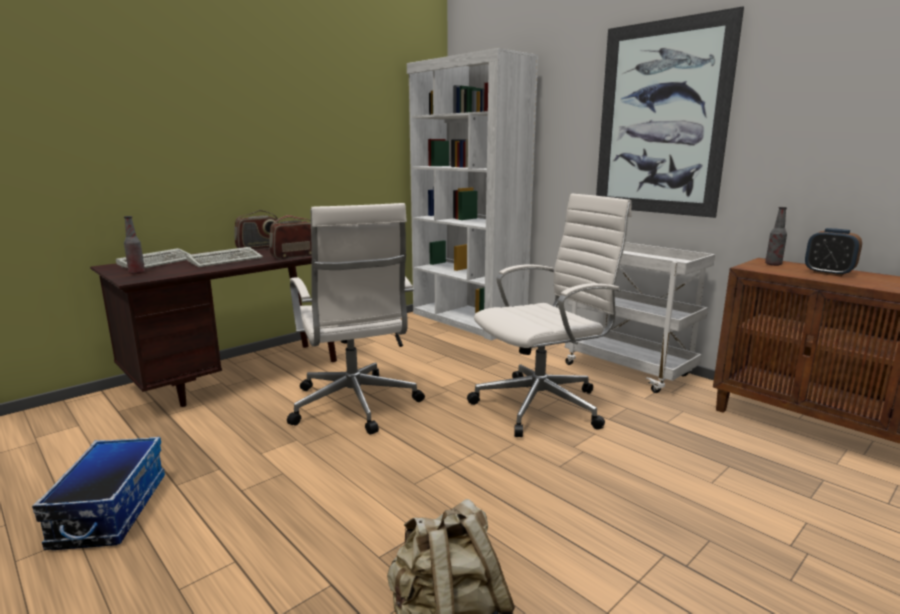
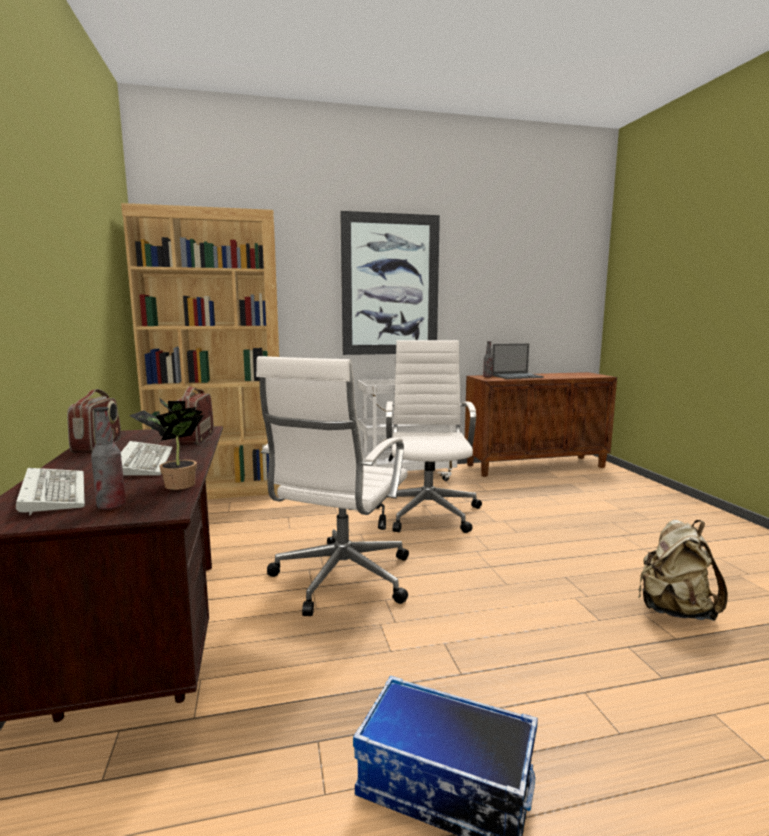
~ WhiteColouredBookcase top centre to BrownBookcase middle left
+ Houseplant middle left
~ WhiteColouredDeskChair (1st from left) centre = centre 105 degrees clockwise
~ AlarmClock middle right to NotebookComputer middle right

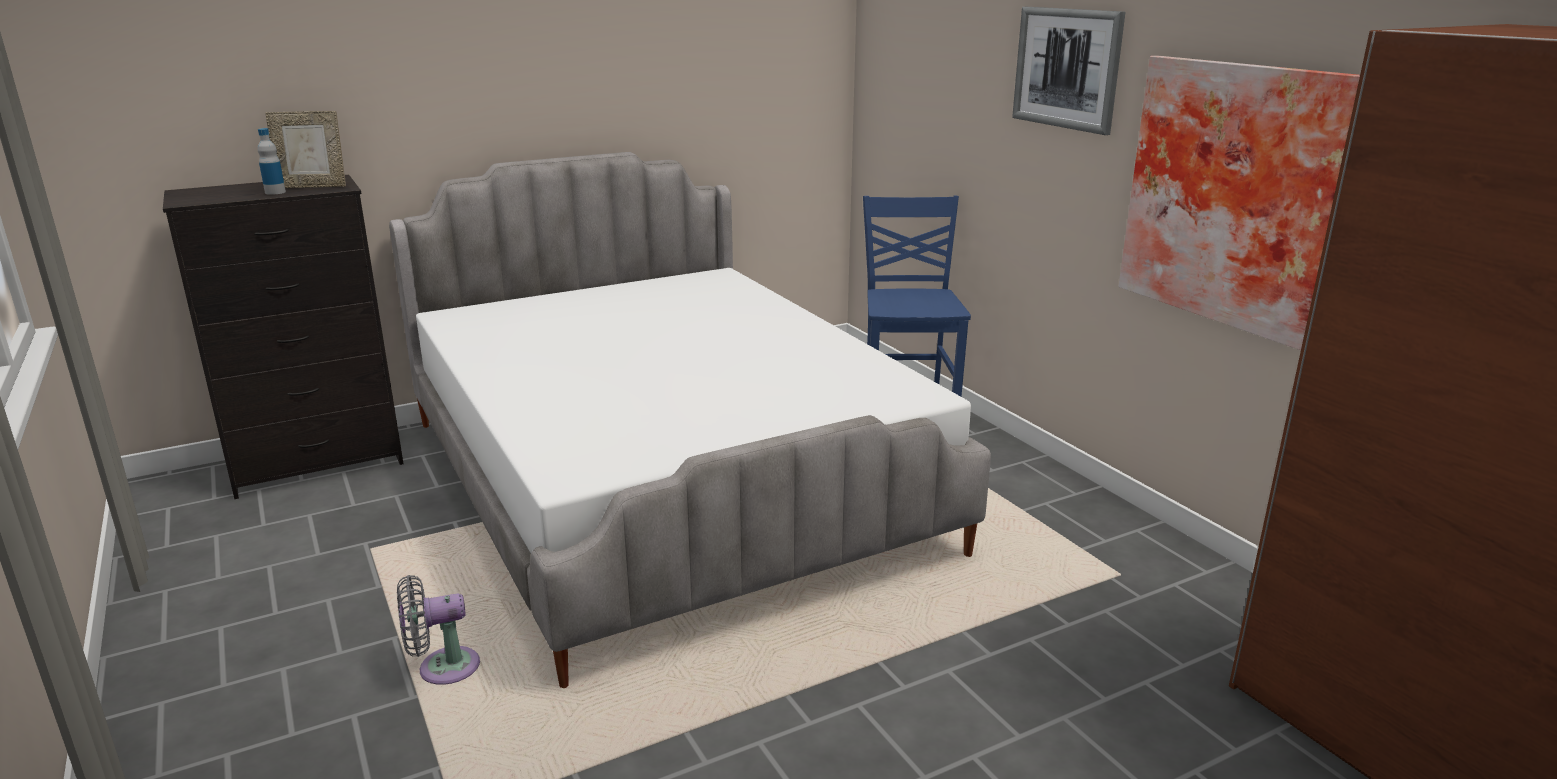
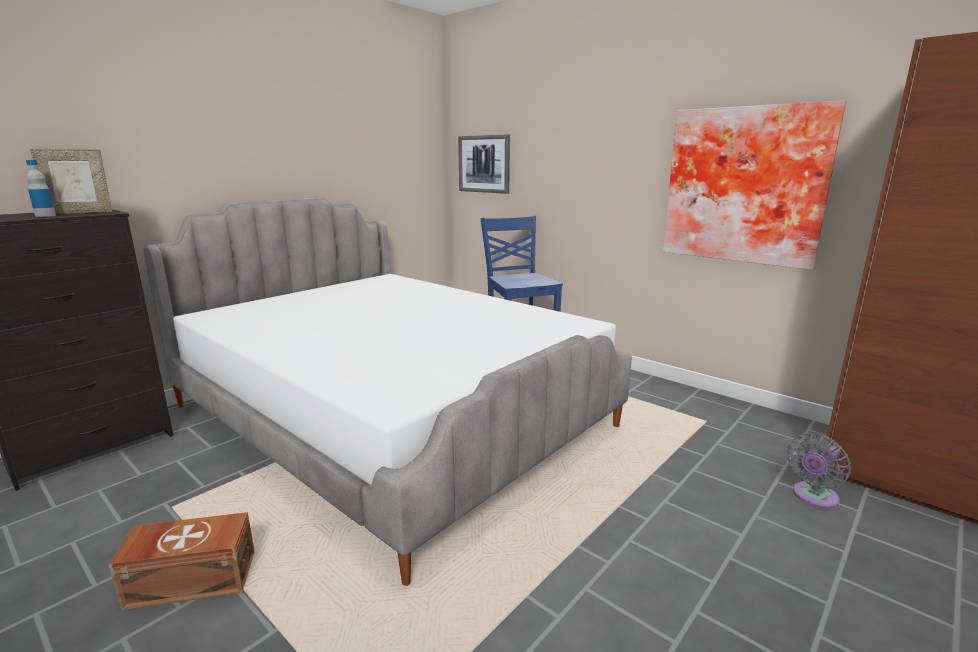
+ BrownStorageContainer bottom left
~ WallPicture (1st from left) top right to top centre
~ GreyishFan bottom left to bottom right

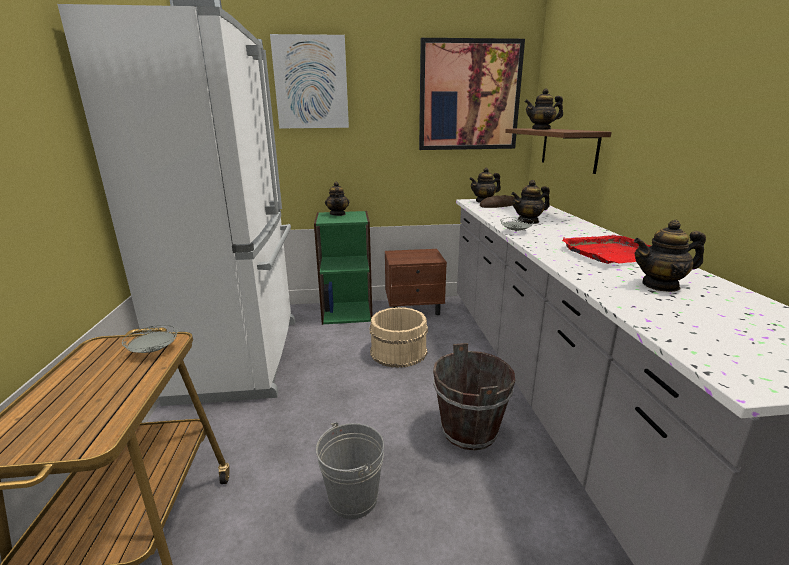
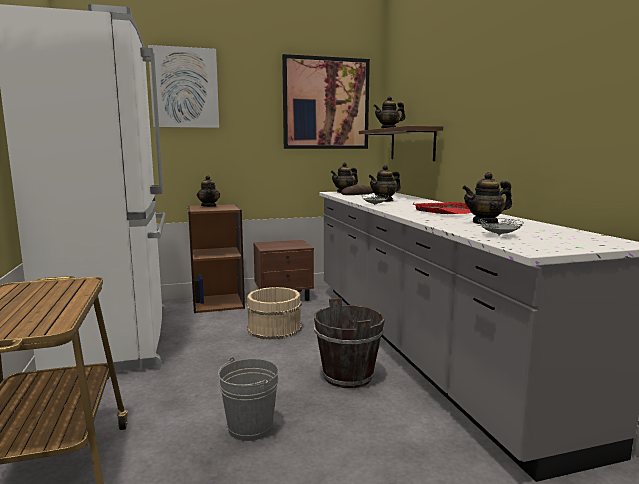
~ GreenColouredBookcase centre to BrownBookcase centre
~ GreyishFlatDish (1st from left in the first image) middle left to GreyishFlatDish (2nd from left) middle right

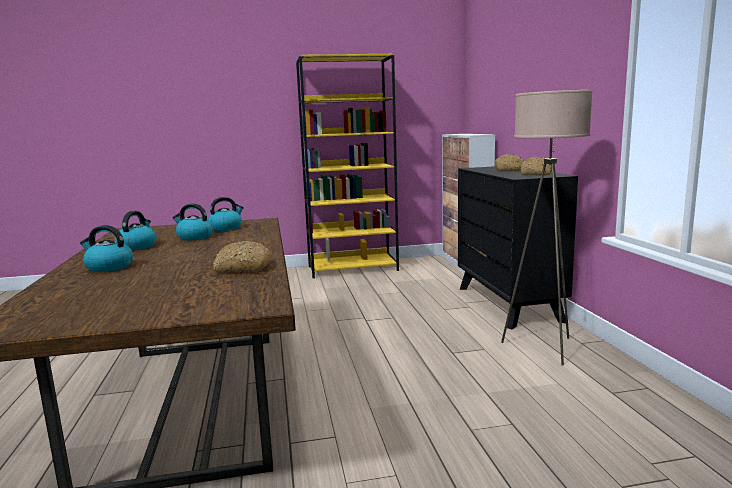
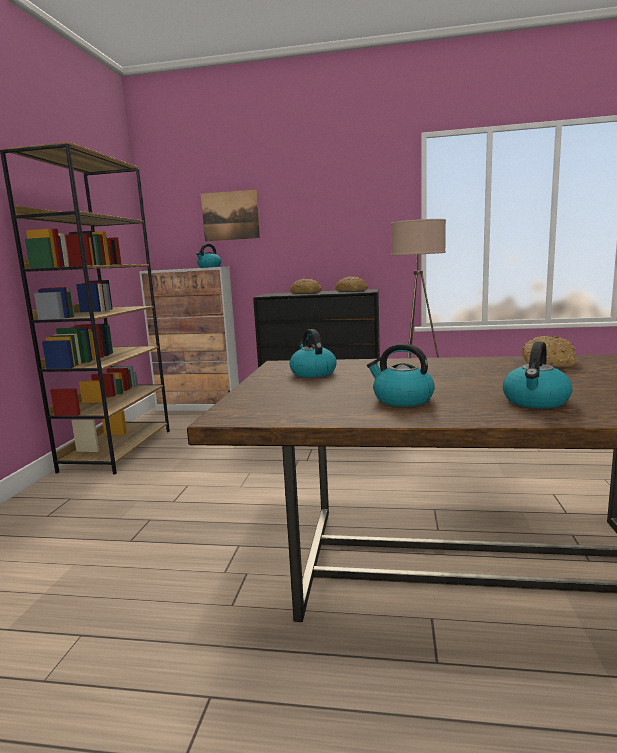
~ YellowBookcase centre to BrownBookcase middle left
~ TeaKettle (3rd from left in the first image) middle left to TeaKettle (1st from left) centre
+ WallPicture top centre

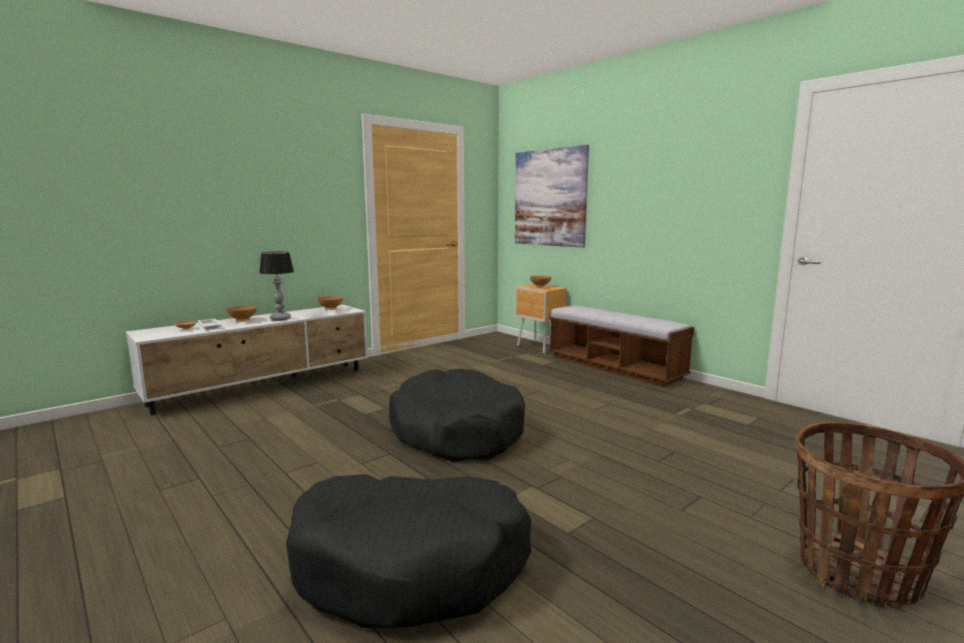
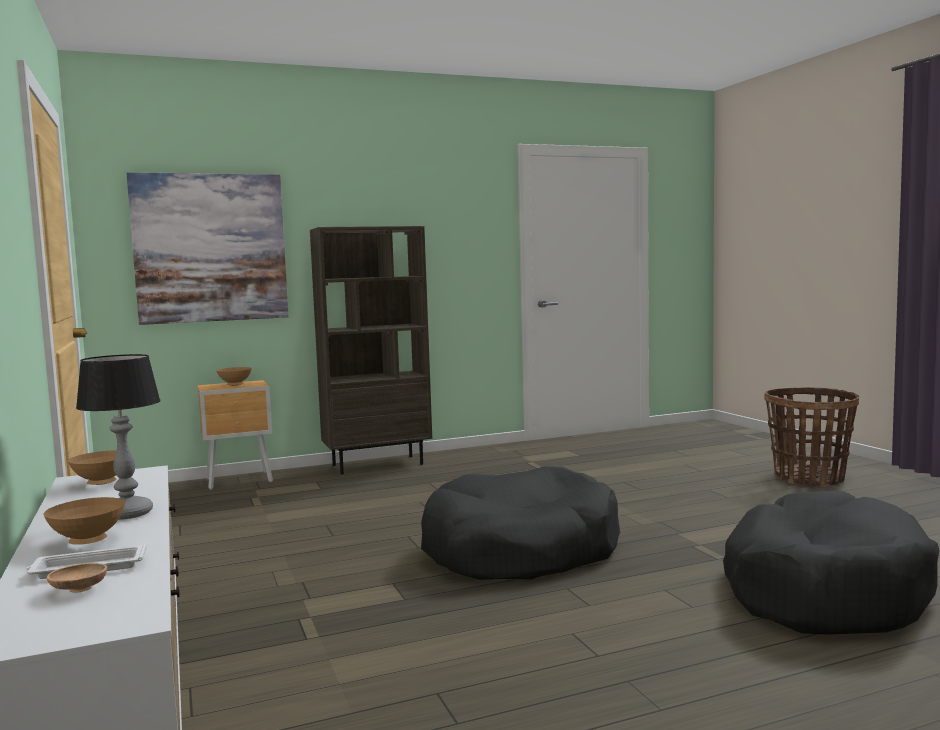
~ Bench centre to BrownBookcase centre

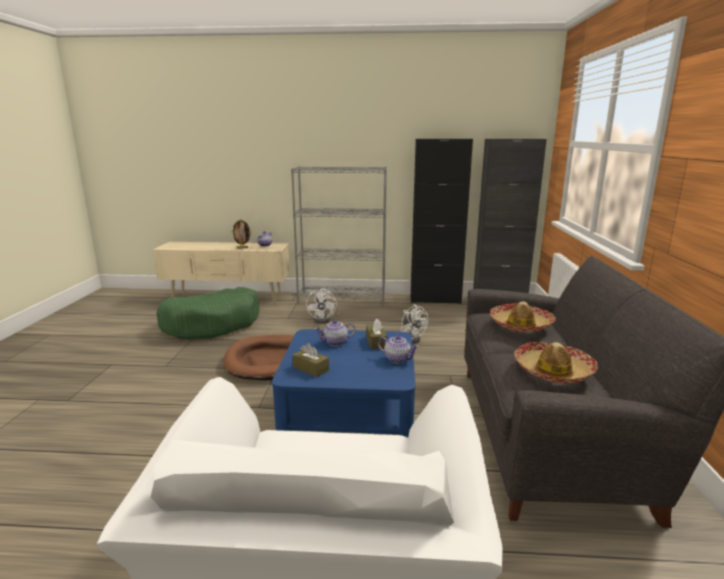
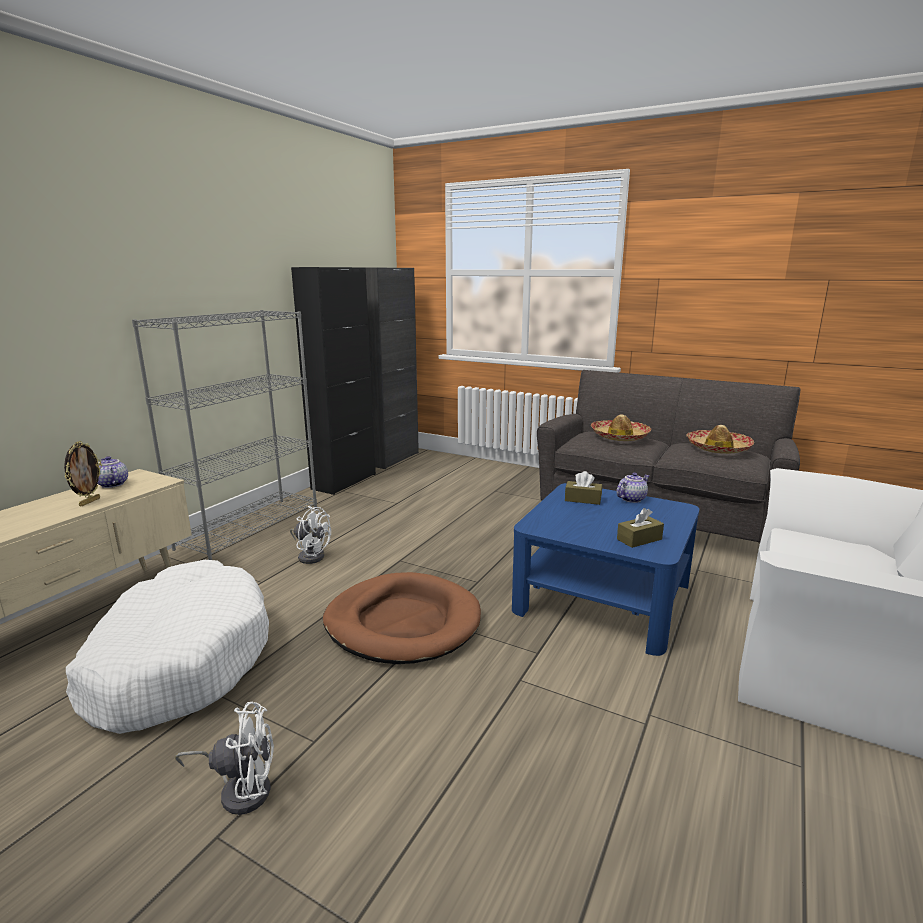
~ GreenColouredDogCushion middle left to WhiteColouredDogCushion bottom left
~ WhiteColouredFan (2nd from left in the first image) centre to WhiteColouredFan (1st from left) bottom left
- Teapot (2nd from left) centre

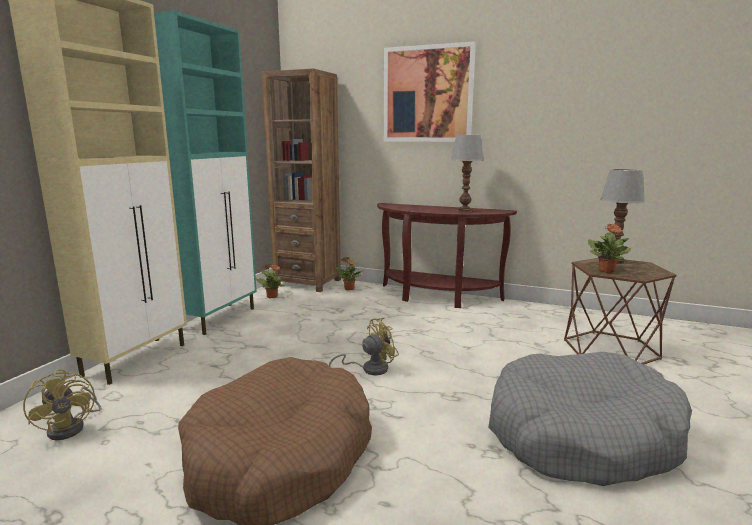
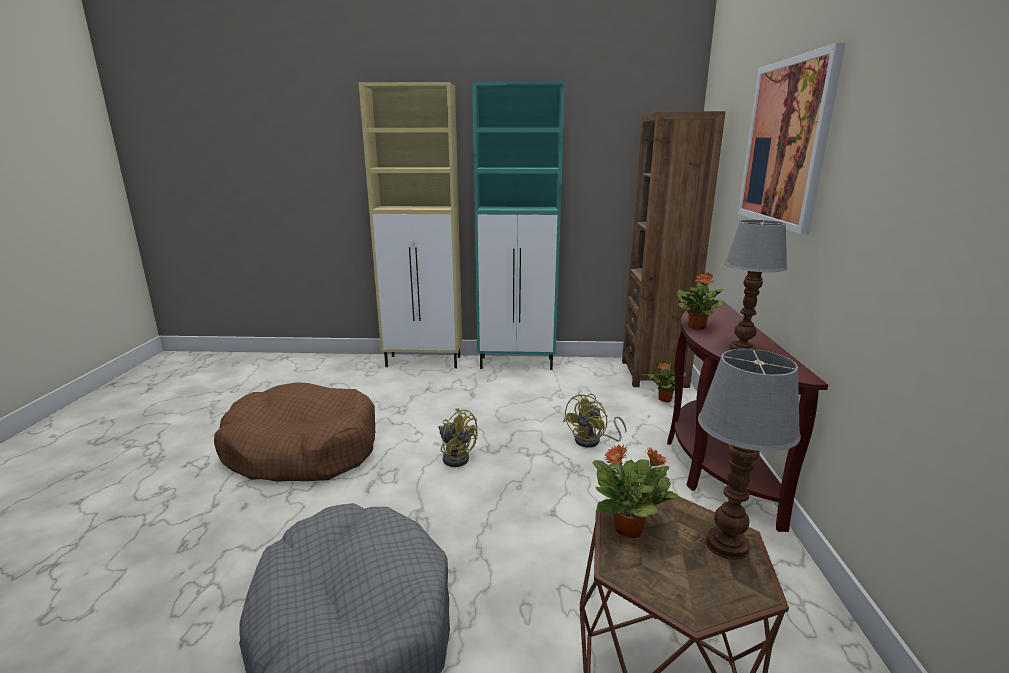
~ YellowFan (1st from left in the first image) bottom left to YellowFan (2nd from left) centre
~ Houseplant (1st from left in the first image) centre to Houseplant (3rd from left) middle right

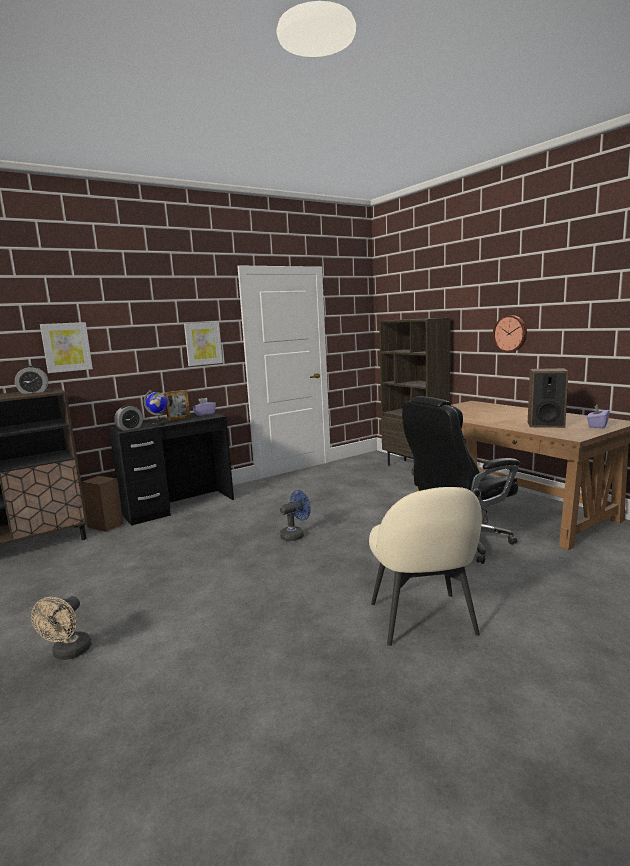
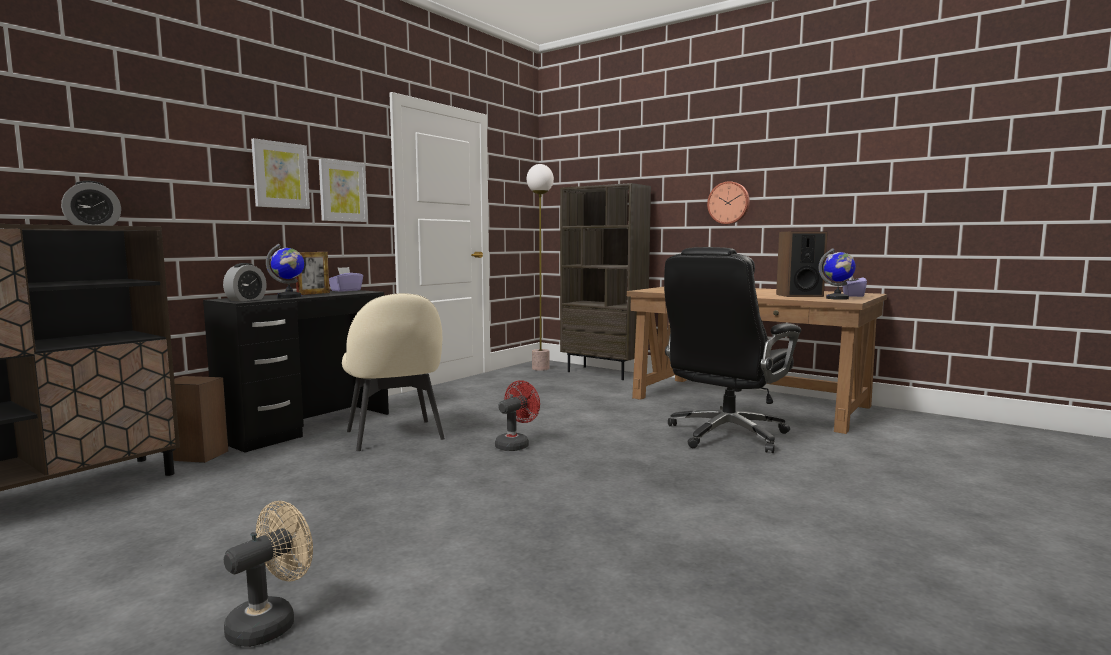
~ BeigeColouredFan bottom left = bottom left 135 degrees counterclockwise
~ WallPicture (1st from left) middle left to top left
~ BeigeColouredChair middle right to centre
~ BlueFan centre to ReddishFan centre
+ StandardLamp centre
+ WorldGlobe (2nd from left) middle right

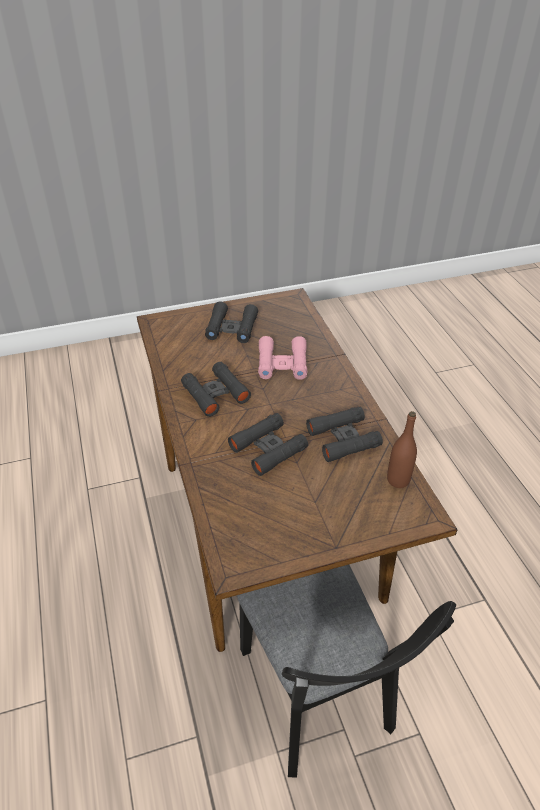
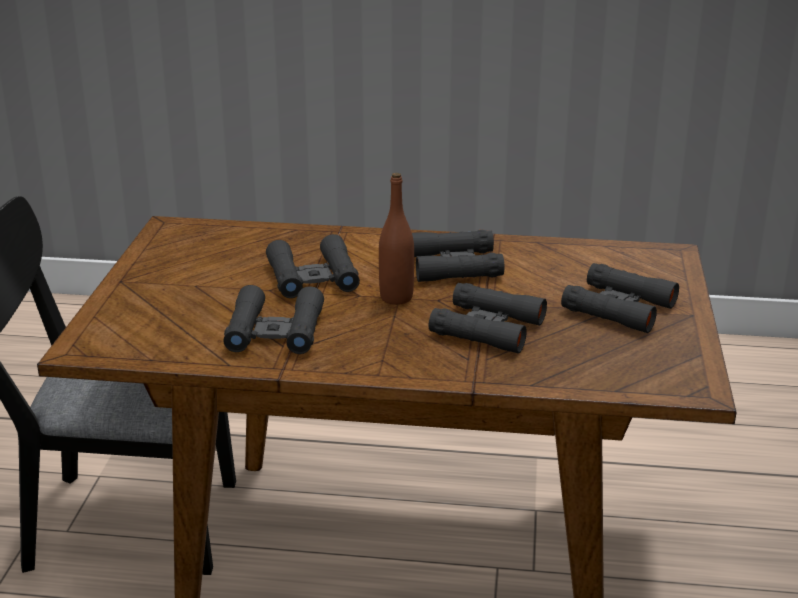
~ BrownBeverageBottle middle right to centre
~ PinkColouredPairOfBinoculars centre to BlackPairOfBinoculars (4th from left) centre

